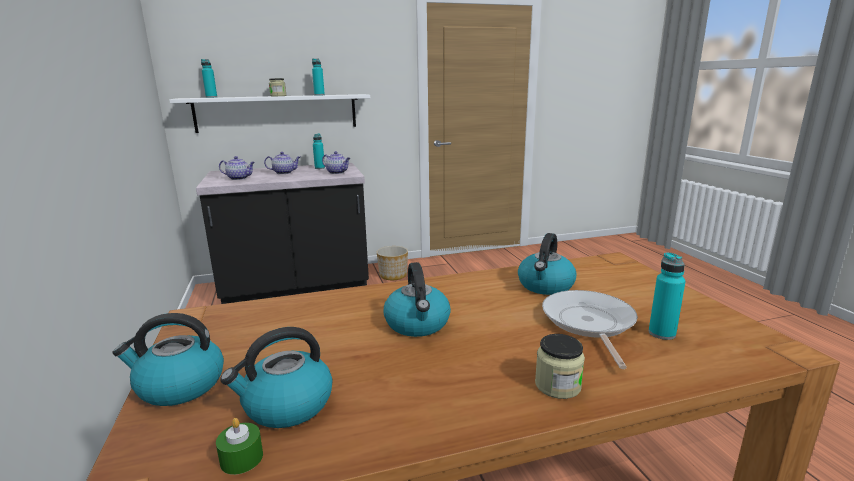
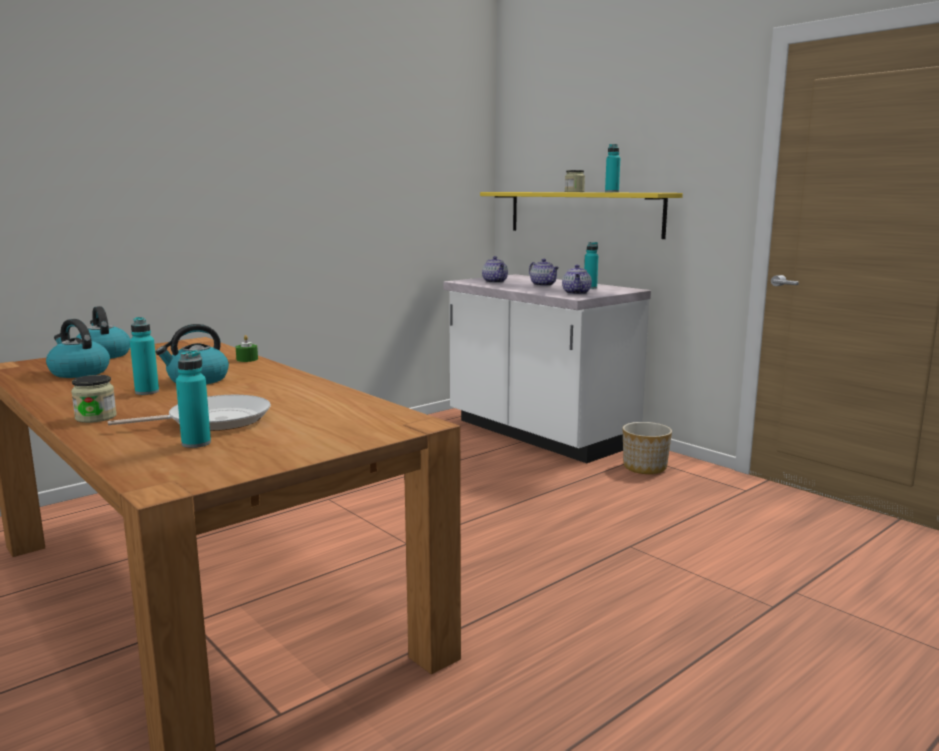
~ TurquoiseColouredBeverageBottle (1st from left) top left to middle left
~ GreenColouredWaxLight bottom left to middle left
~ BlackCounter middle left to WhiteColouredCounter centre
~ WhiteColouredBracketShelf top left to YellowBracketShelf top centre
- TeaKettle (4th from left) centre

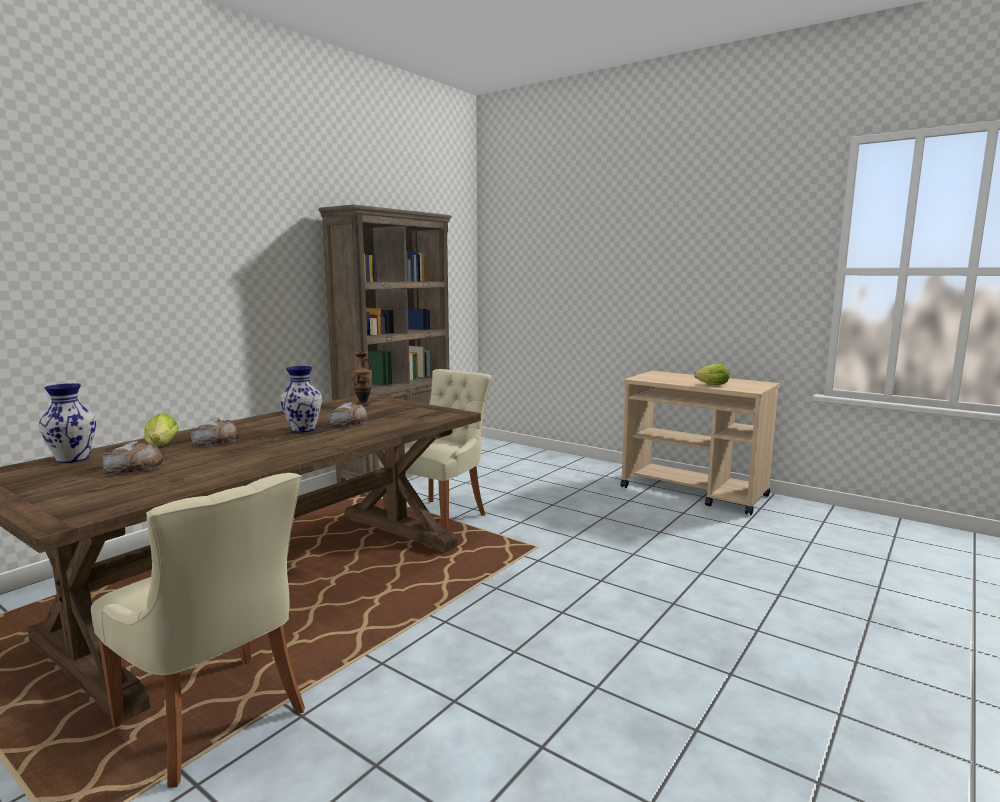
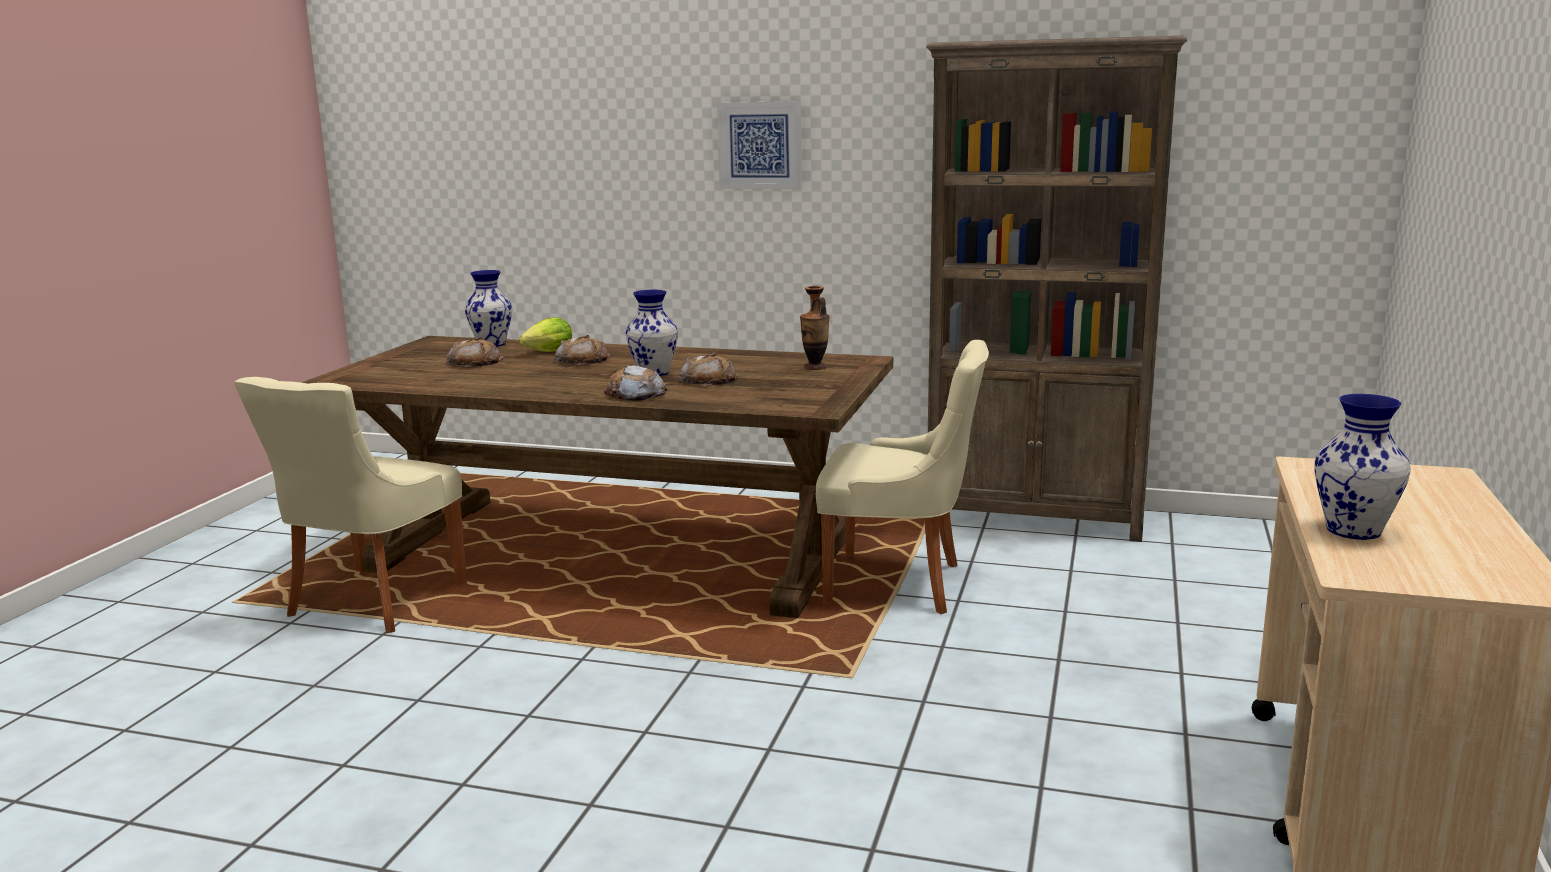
+ BakedBread (3rd from left) centre
+ WallPicture top centre
~ LettuceHead (2nd from left) middle right to FlowerVase (4th from left) middle right

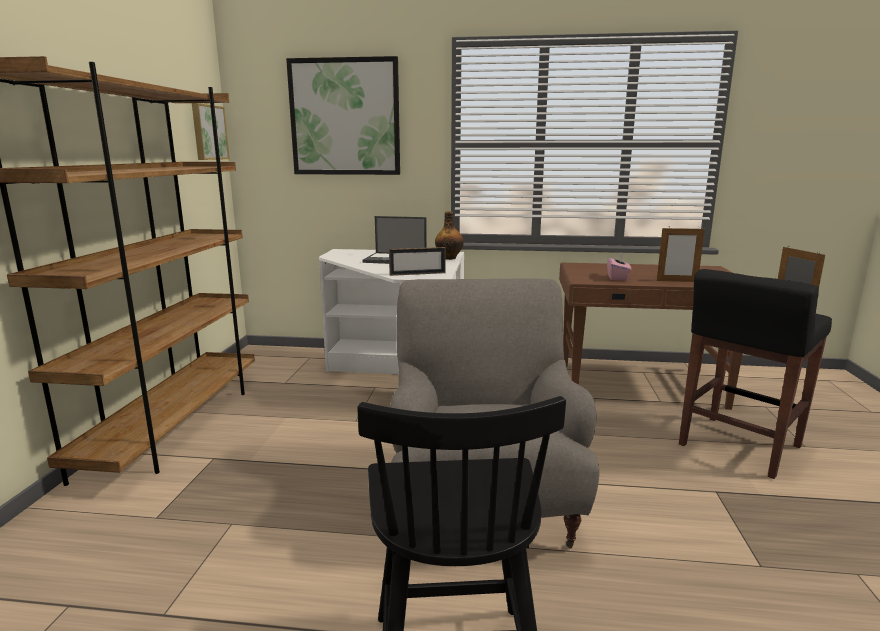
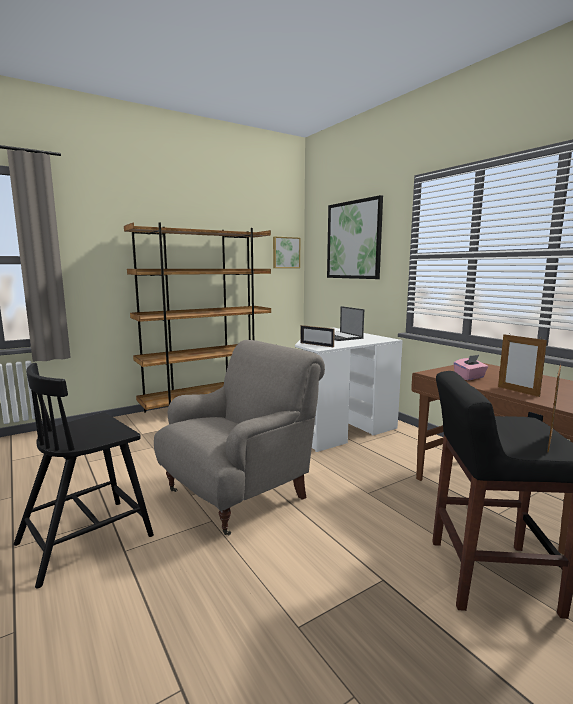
- BeverageBottle centre

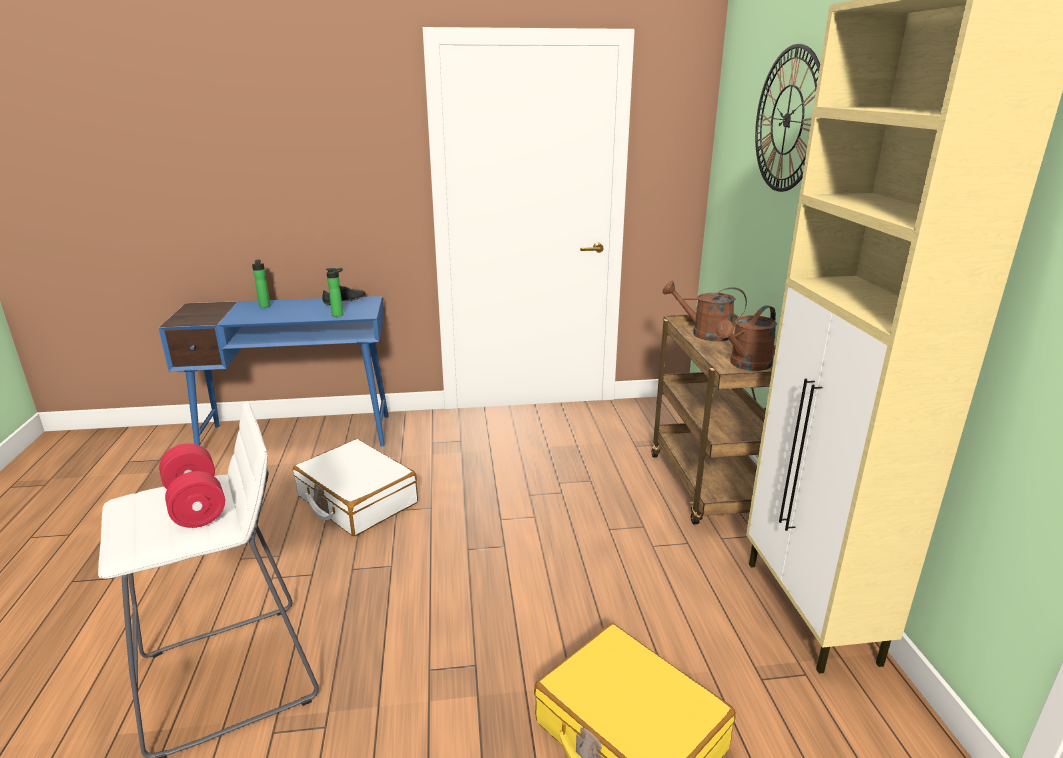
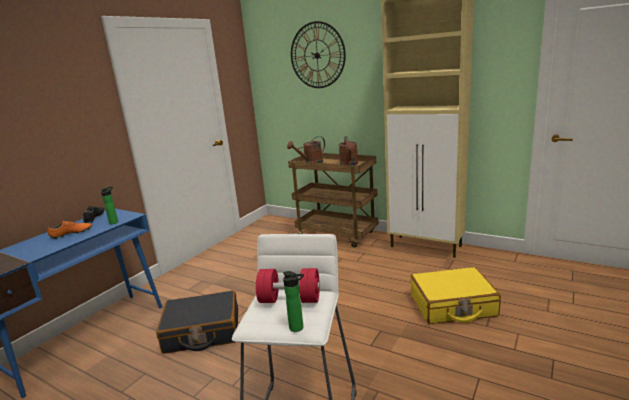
+ OrangeyShoe middle left
~ WhiteColouredTravelCase centre to BlackTravelCase bottom left
~ BeverageBottle (1st from left in the first image) middle left to BeverageBottle (2nd from left) bottom centre

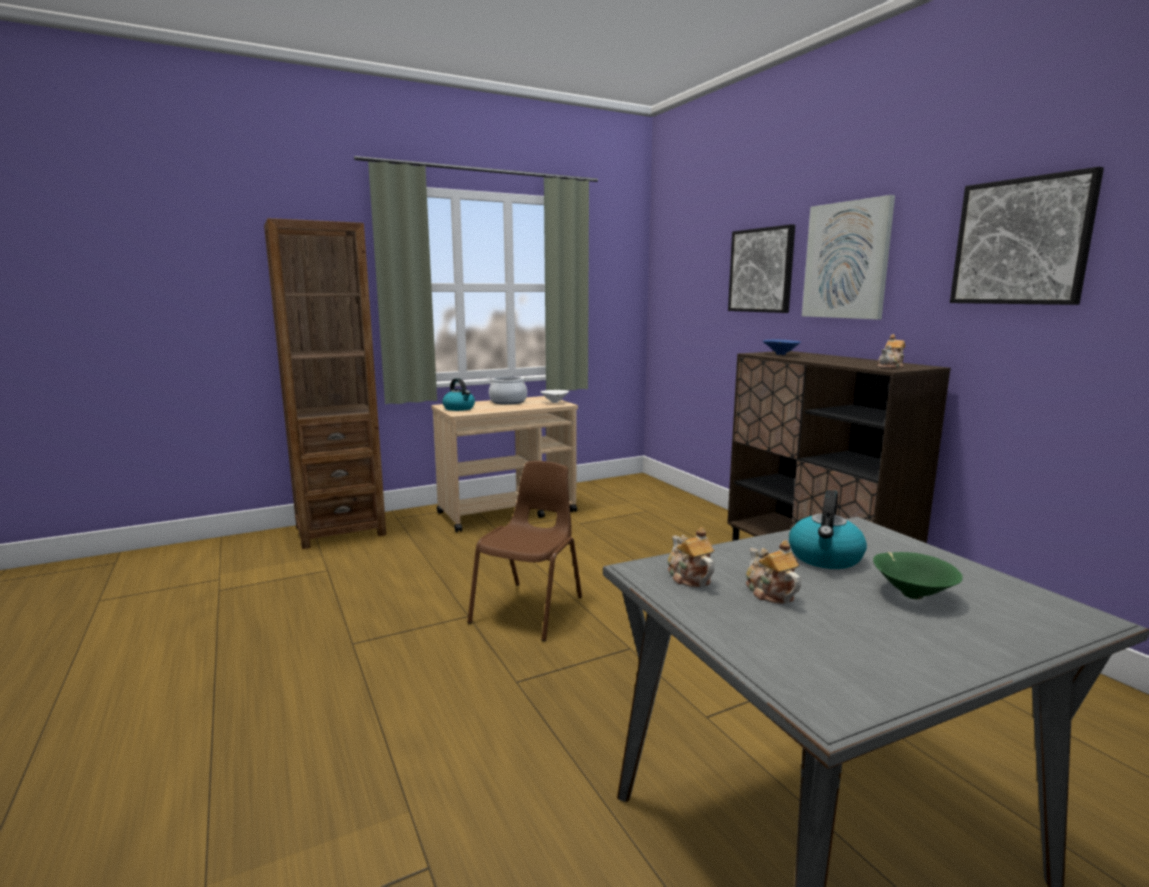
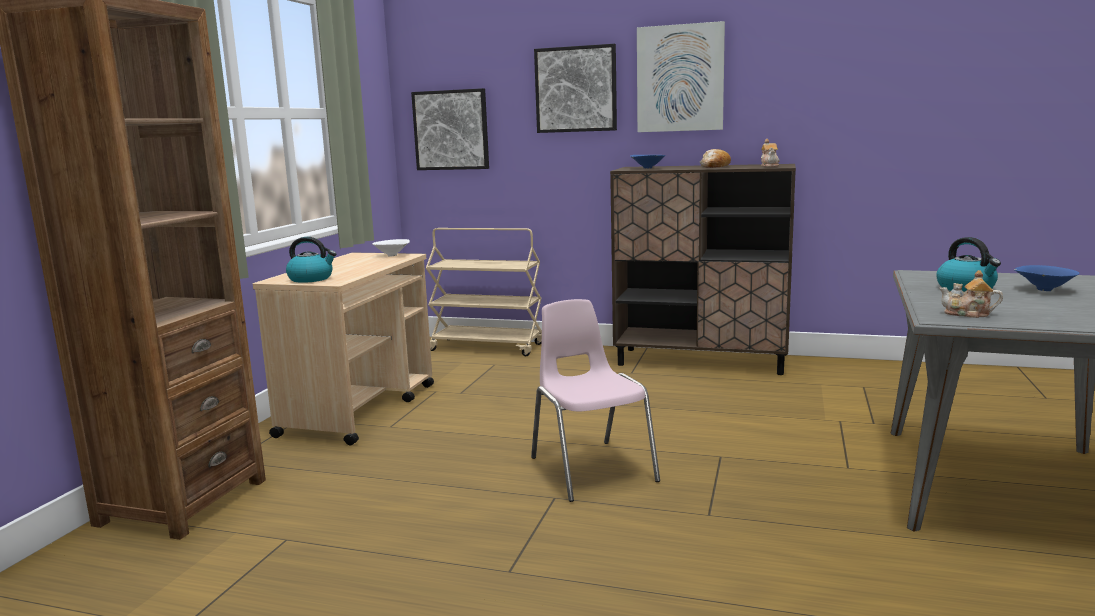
~ WallPicture (3rd from left in the first image) top right to WallPicture (1st from left) top centre
+ BeigeColouredCart (2nd from left) centre
~ BrownChair centre to PinkColouredChair centre
+ BakedBread top centre
~ GreenColouredServingBowl middle right to BlueServingBowl (2nd from left) middle right
- Stockpot centre
- Teapot (2nd from left) middle right

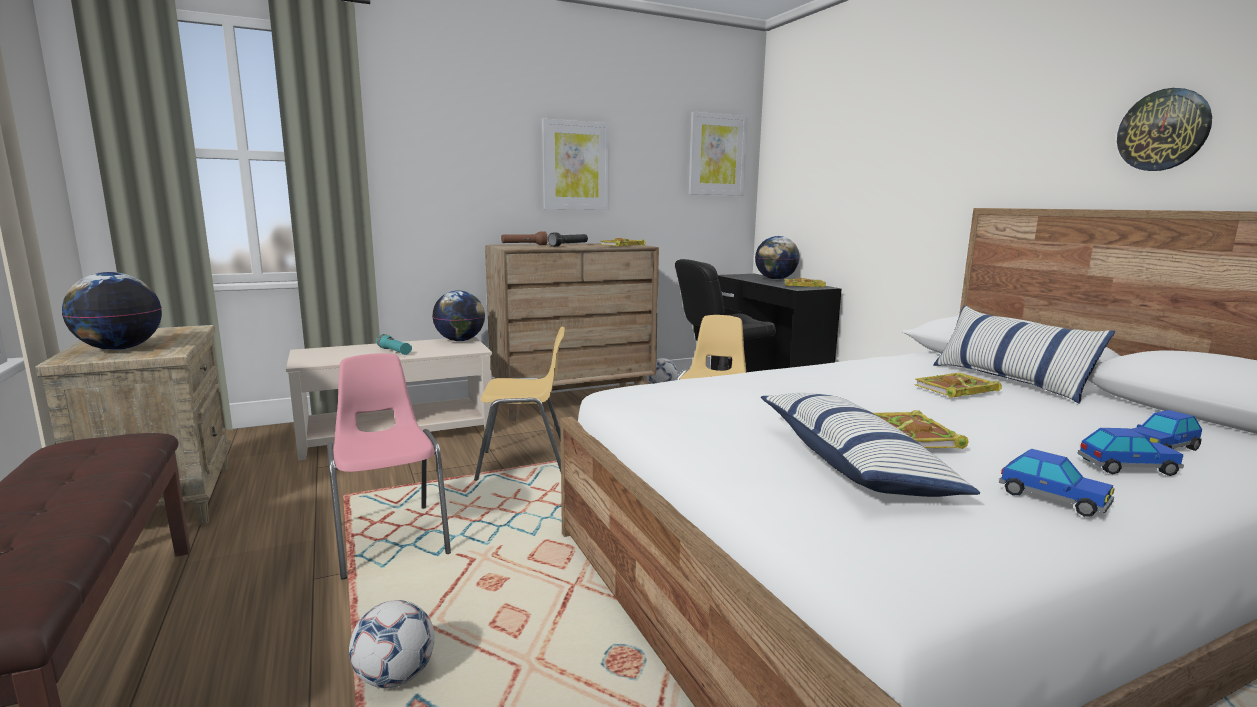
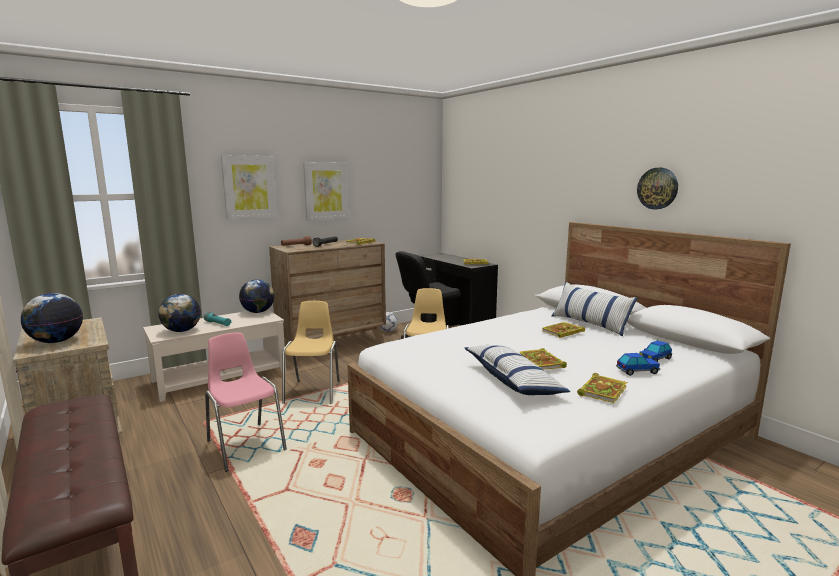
~ WorldGlobe (3rd from left in the first image) centre to WorldGlobe (2nd from left) middle left
~ WallPicture (2nd from left in the first image) top centre to WallPicture (1st from left) top left
~ YellowChair (1st from left) centre = centre 75 degrees counterclockwise
~ ToyCar (1st from left) bottom right to Volume (5th from left) bottom right
- FootballBall (1st from left) bottom left

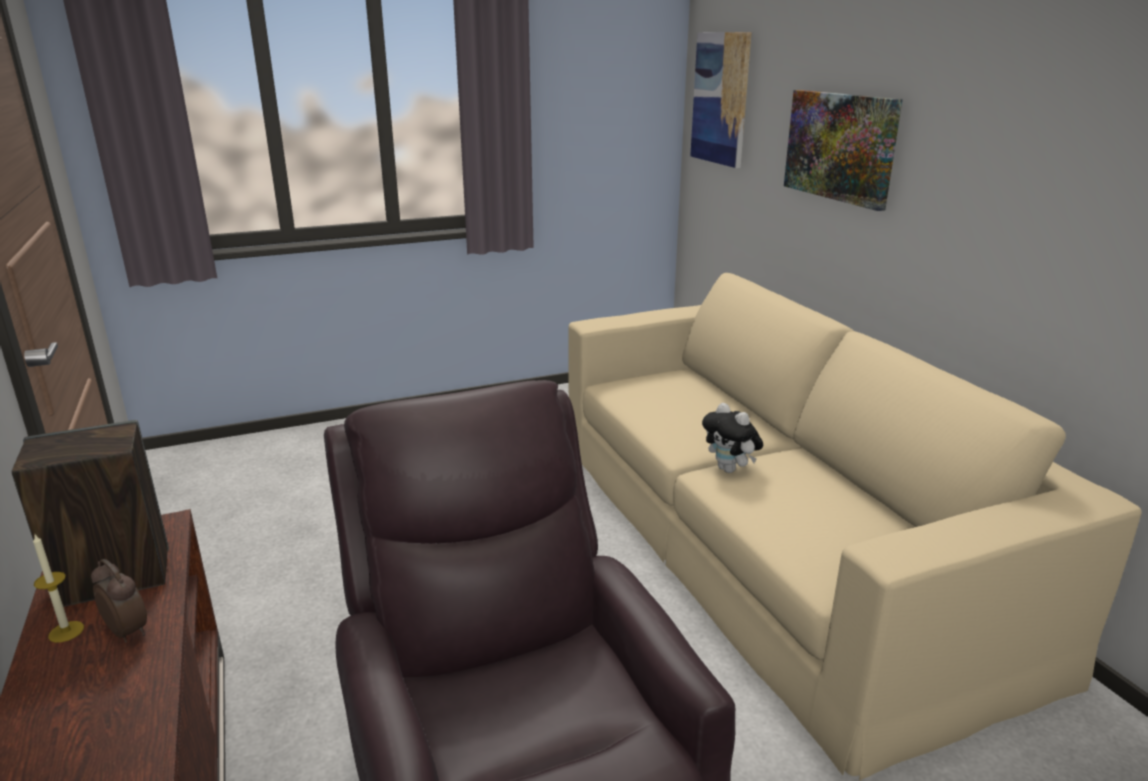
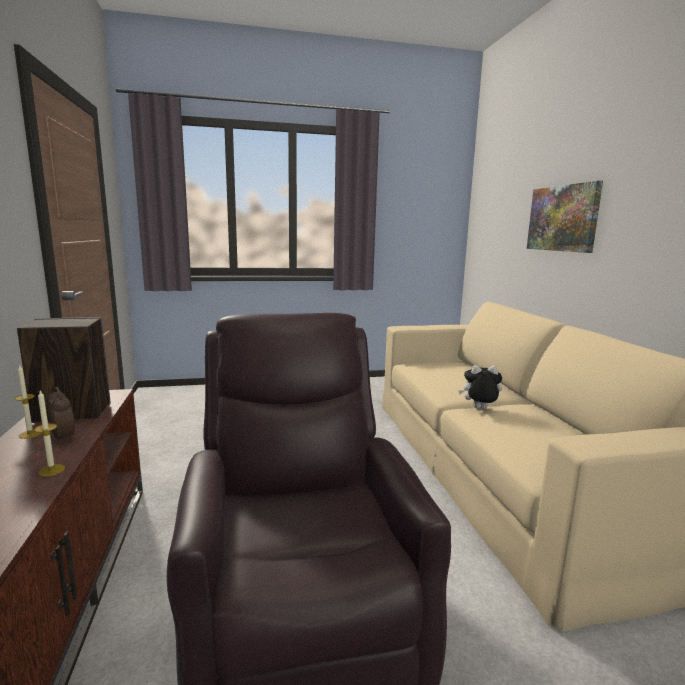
+ WaxLight (2nd from left) middle left
~ PlushToy centre = middle right 120 degrees clockwise
- WallPicture (1st from left) top centre

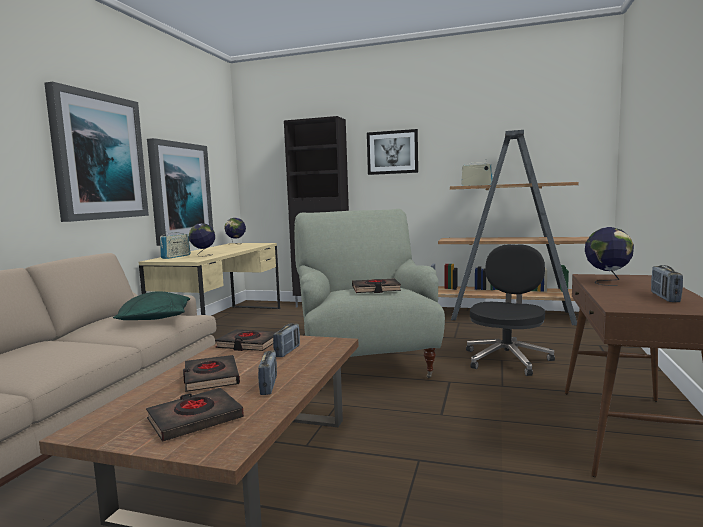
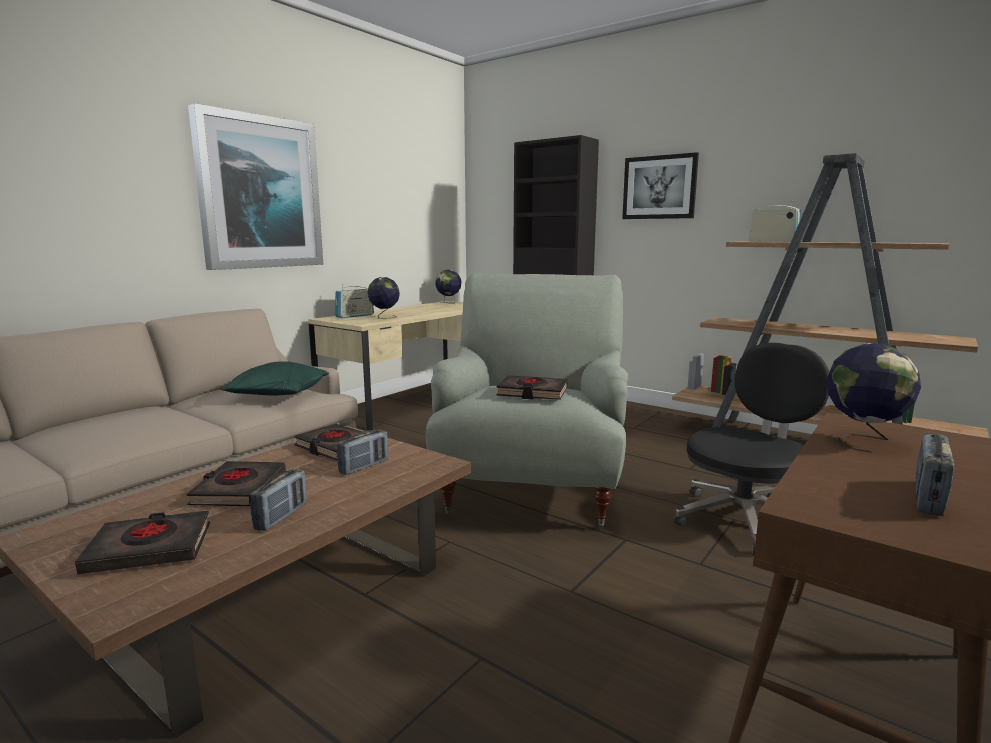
- WallPicture (2nd from left) middle left

